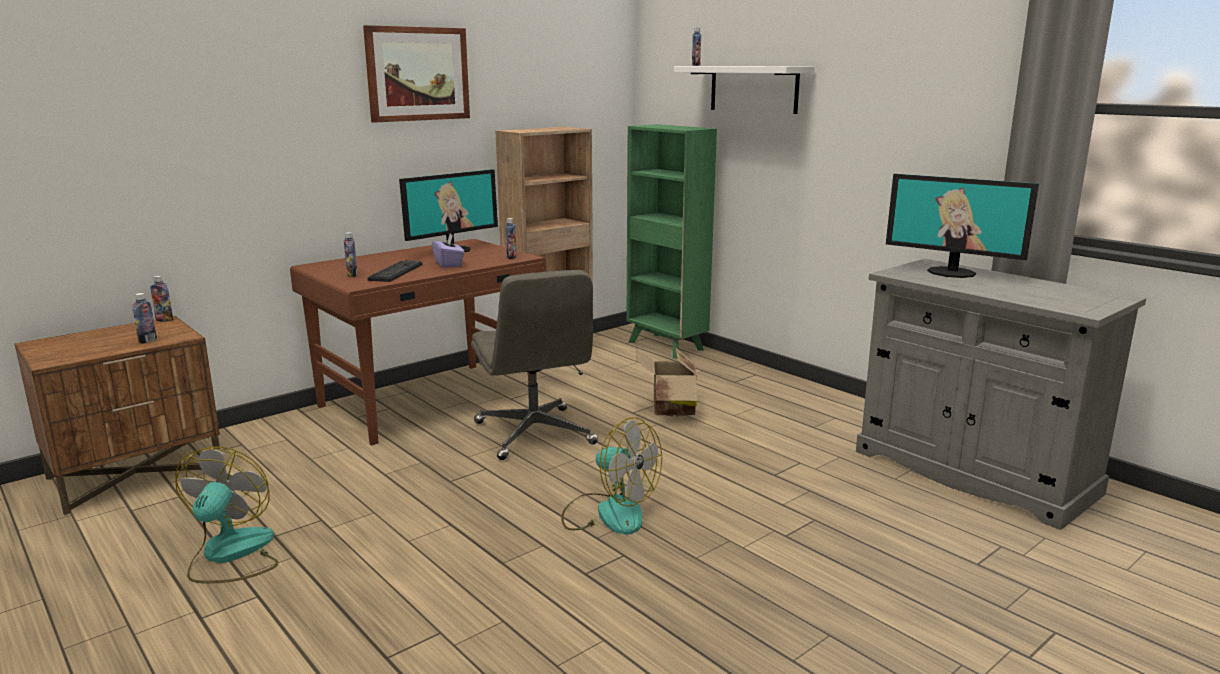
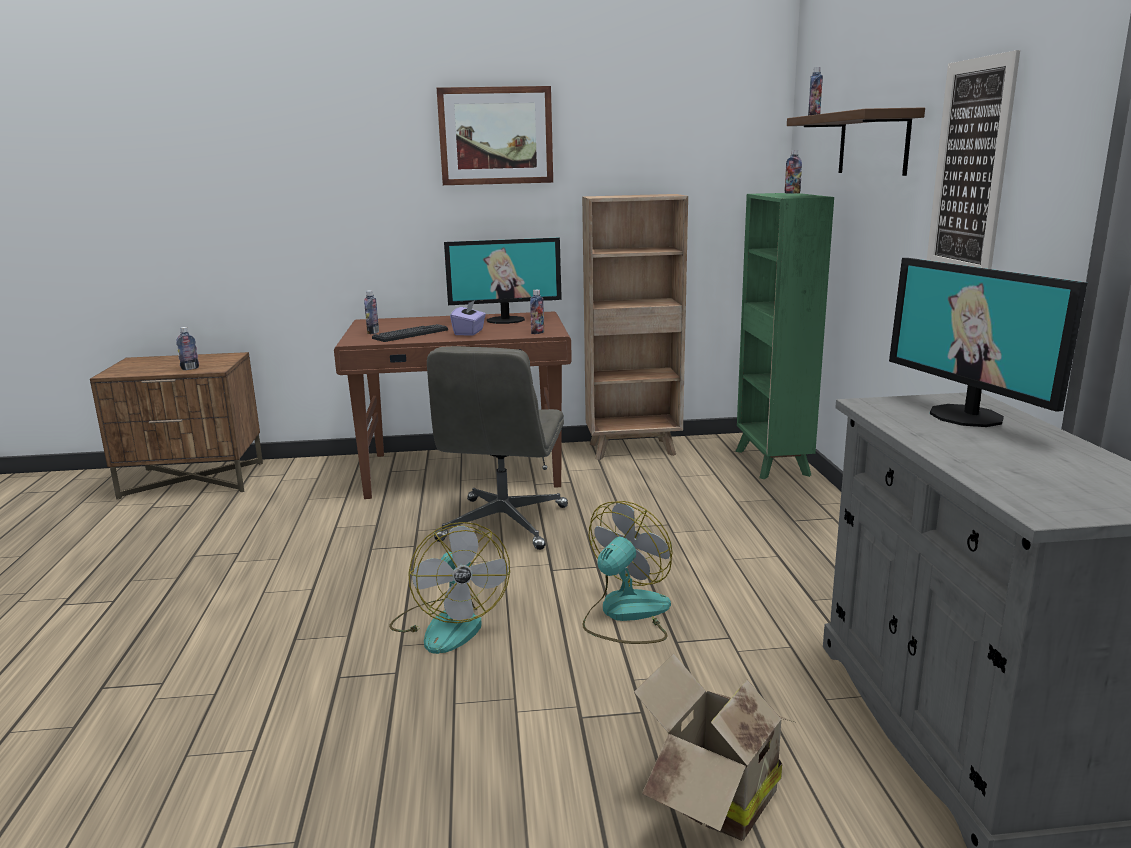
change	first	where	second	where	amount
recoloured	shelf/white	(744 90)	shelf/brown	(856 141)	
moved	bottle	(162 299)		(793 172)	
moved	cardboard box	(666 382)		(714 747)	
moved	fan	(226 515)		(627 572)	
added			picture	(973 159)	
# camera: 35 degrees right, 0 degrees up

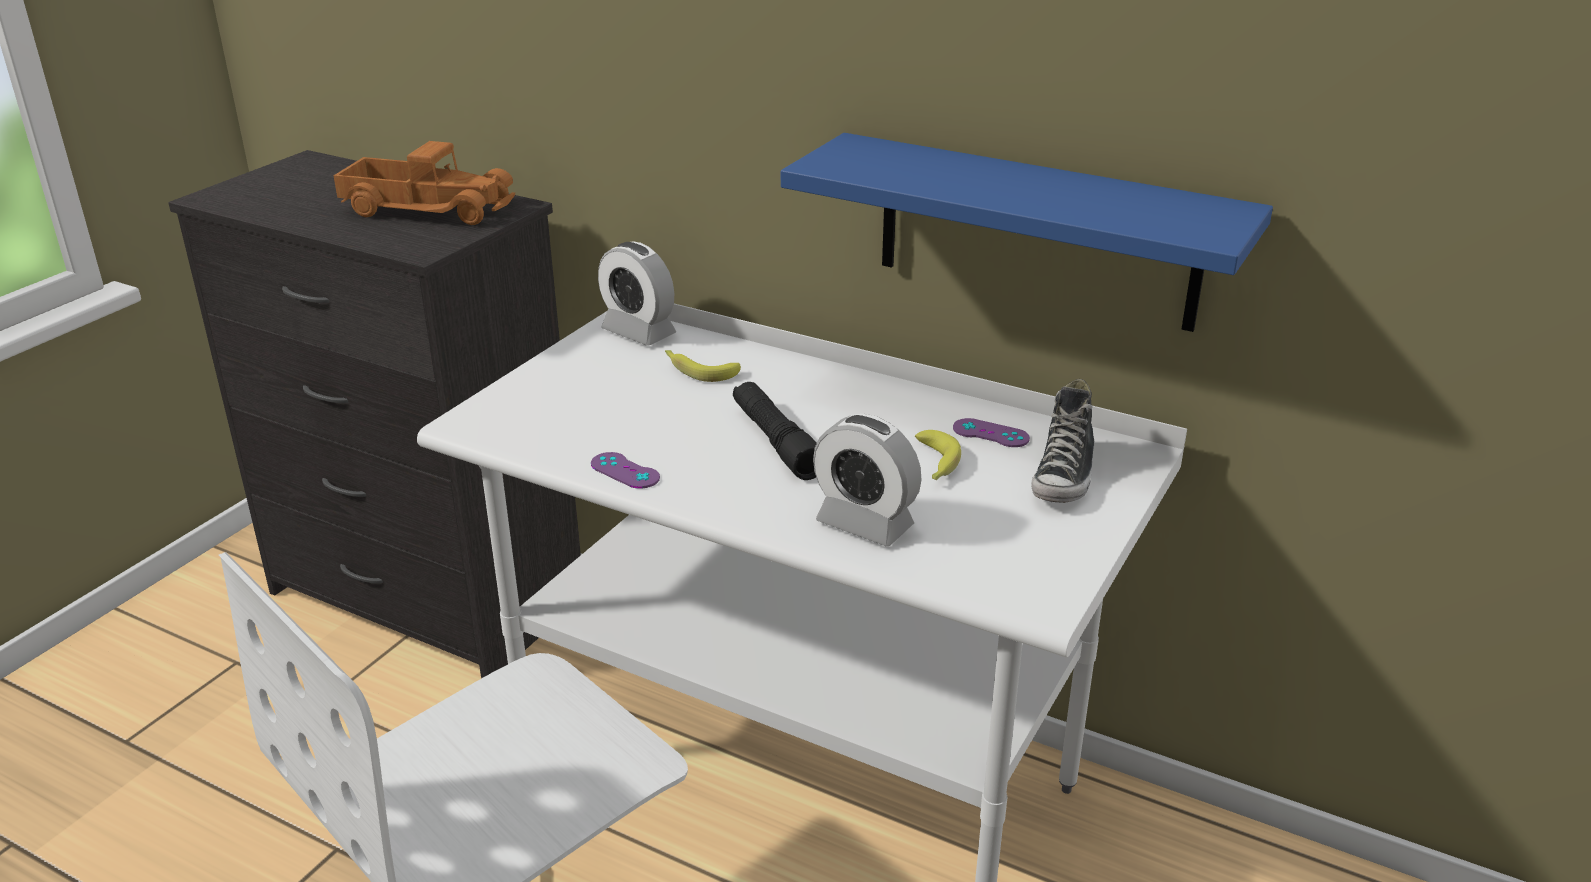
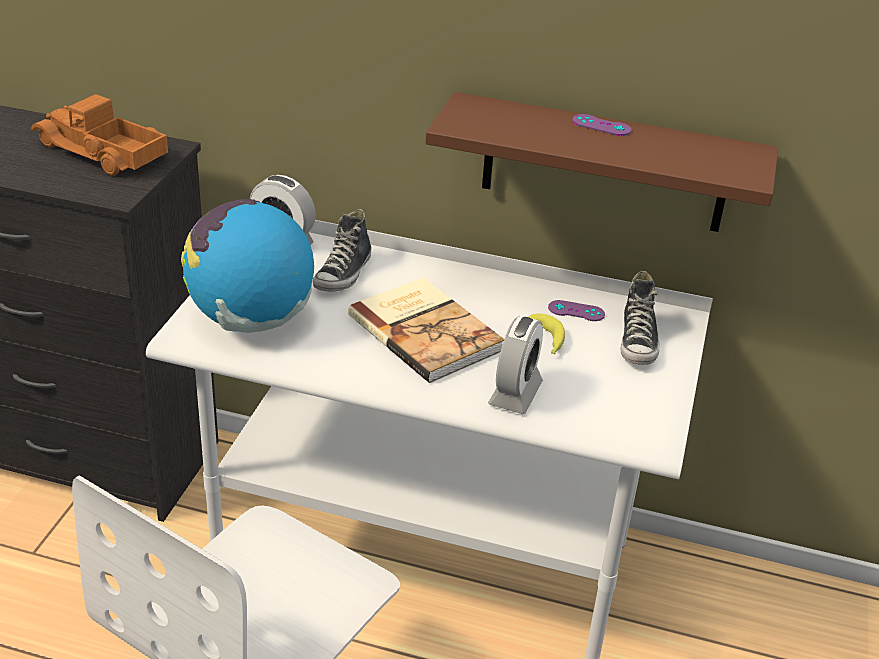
change	first	where	second	where	amount
recoloured	shelf/blue	(1027 232)	shelf/brown	(601 162)	
turned	toy truck	(424 183)		(99 135)	150 degrees counterclockwise
replaced	banana	(703 366)	shoe	(342 250)	
replaced	flashlight/black	(775 431)	book	(426 330)	
turned	alarm clock	(867 480)		(515 365)	90 degrees counterclockwise
moved	game controller/purple	(625 470)		(602 125)	
added			globe	(247 266)	
# camera: 15 degrees left, 5 degrees up

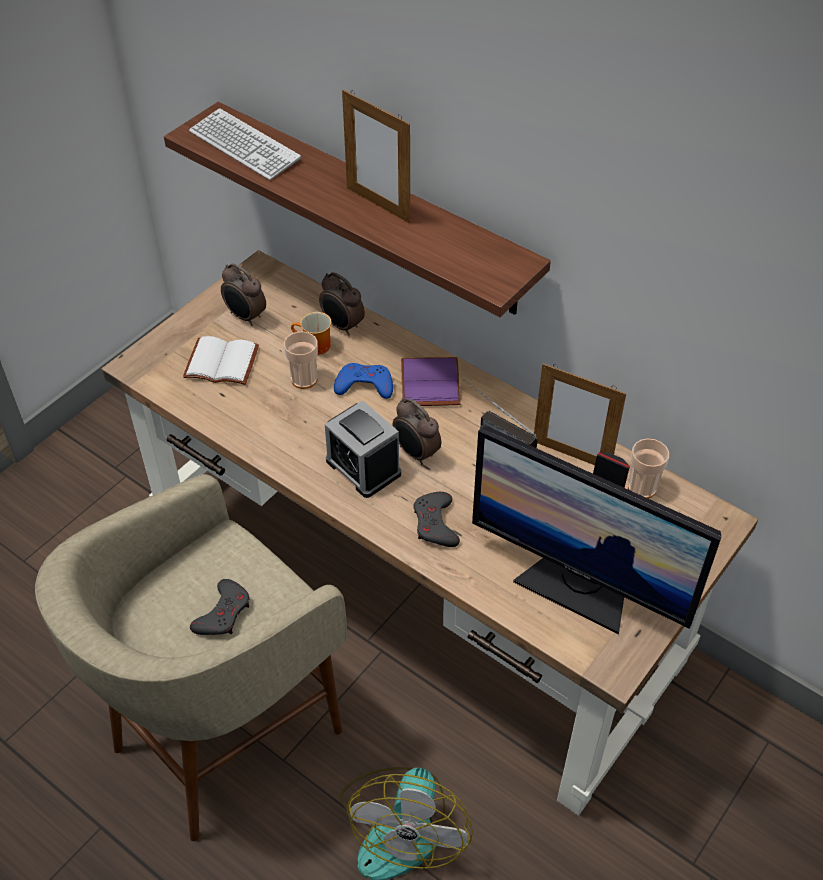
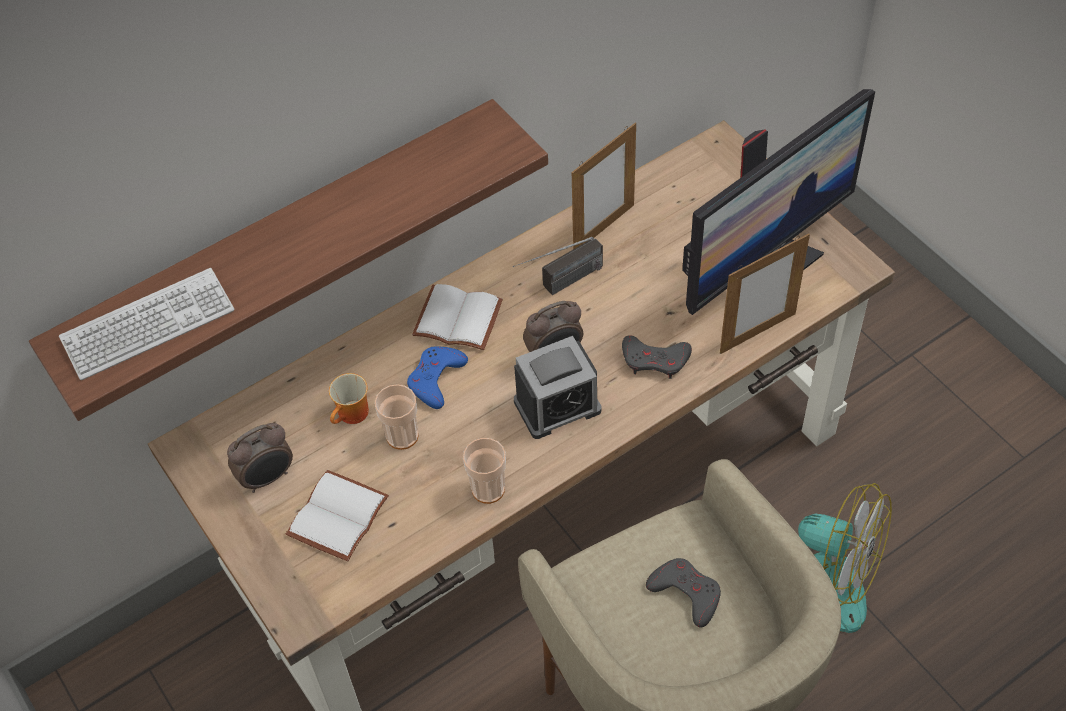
change	first	where	second	where	amount
moved	picture frame	(376 156)		(765 293)	
removed	alarm clock	(342 304)			
recoloured	book/purple	(431 381)	book/white	(457 317)	
moved	cup	(648 468)		(484 471)	
# camera: 70 degrees left, 5 degrees up

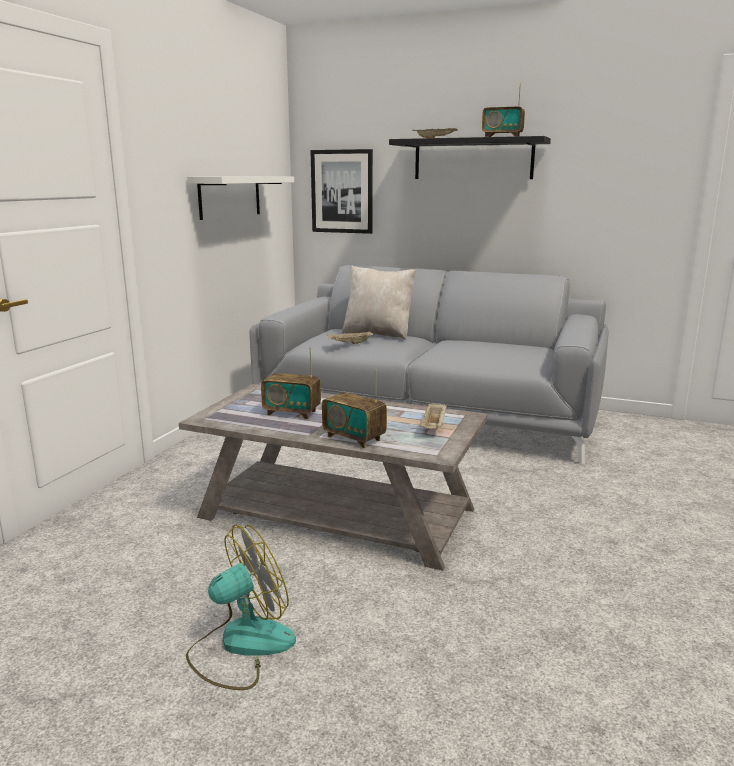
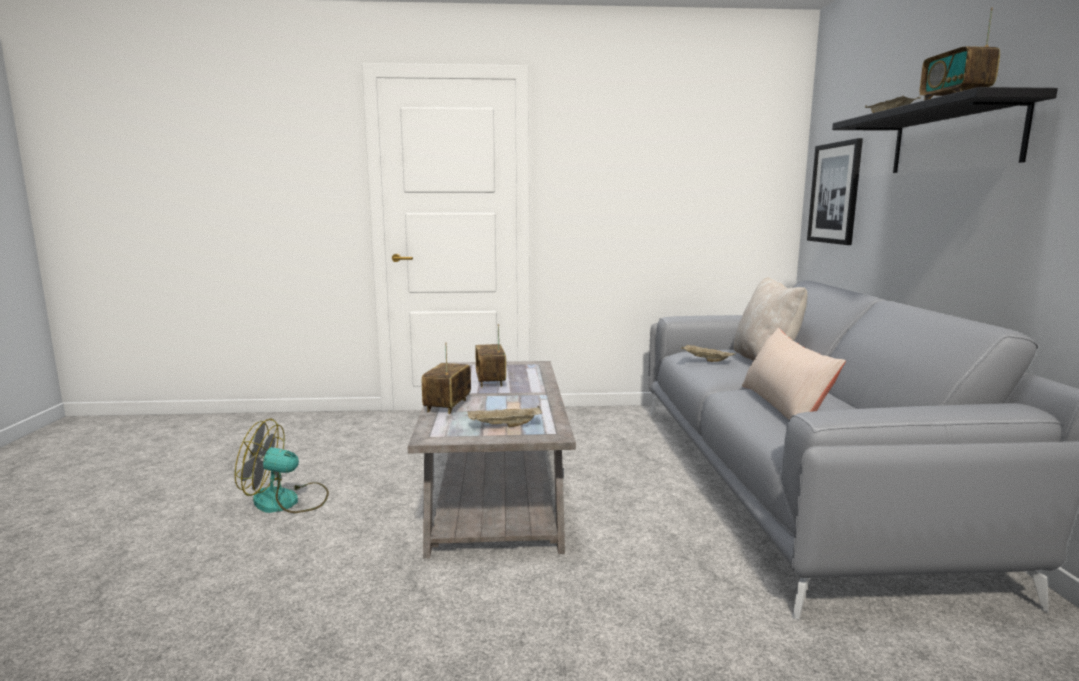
change	first	where	second	where	amount
removed	shelf/white	(240 198)			
turned	fan	(241 607)		(282 466)	150 degrees clockwise
added			pillow/beige	(794 374)	
# camera: 65 degrees right, 5 degrees down

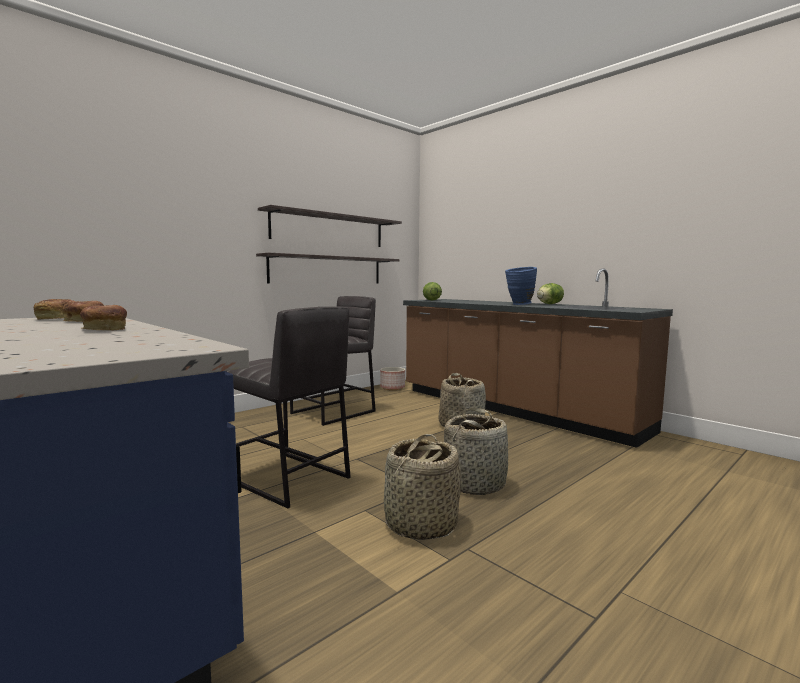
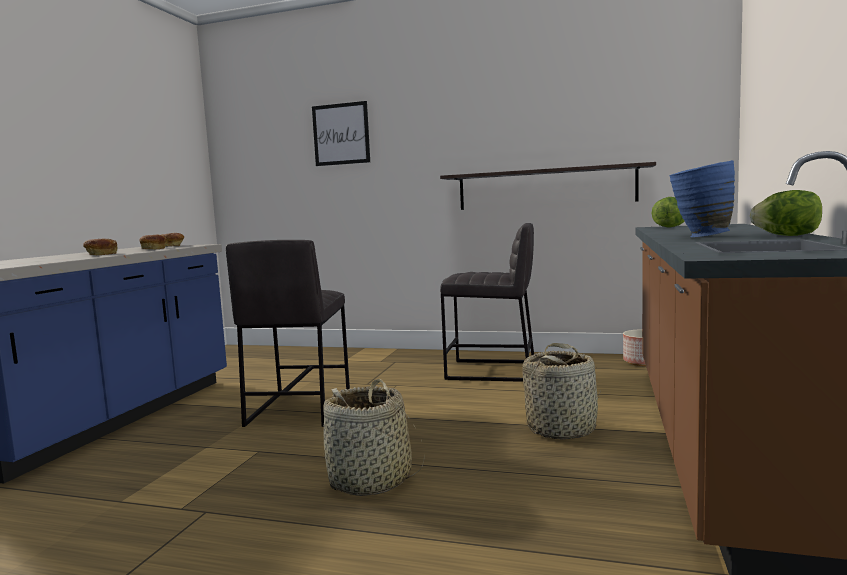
change	first	where	second	where	amount
removed	shelf	(330 226)			
removed	basket	(422 487)			
added			picture	(341 133)	
# camera: 60 degrees right, 0 degrees up

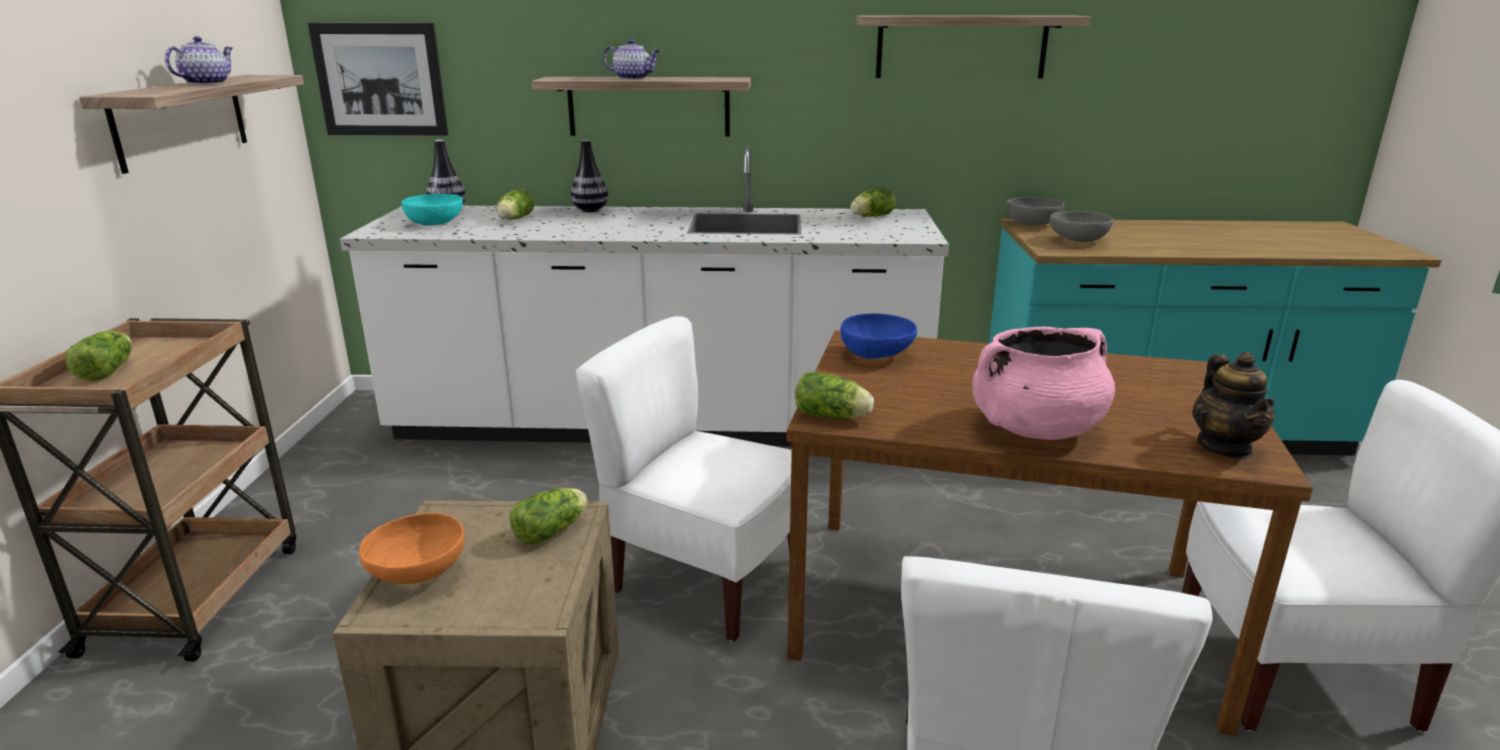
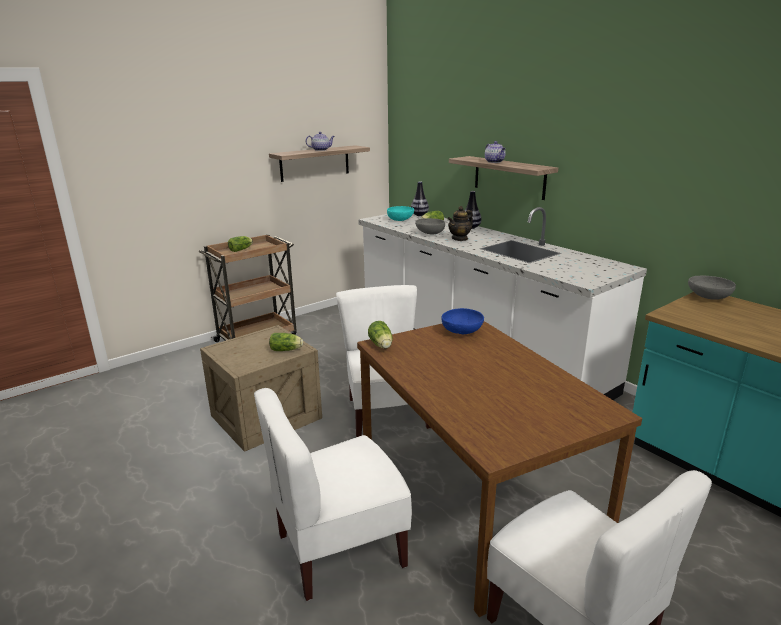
change	first	where	second	where	amount
removed	shelf	(973 47)			
removed	picture	(378 79)			
removed	lettuce	(873 202)			
moved	bowl/grey	(1081 226)		(430 226)	
removed	cooking pot/pink	(1043 383)			
moved	teapot	(1233 405)		(460 223)	
removed	bowl/orange	(412 548)			
# camera: 50 degrees right, 0 degrees up

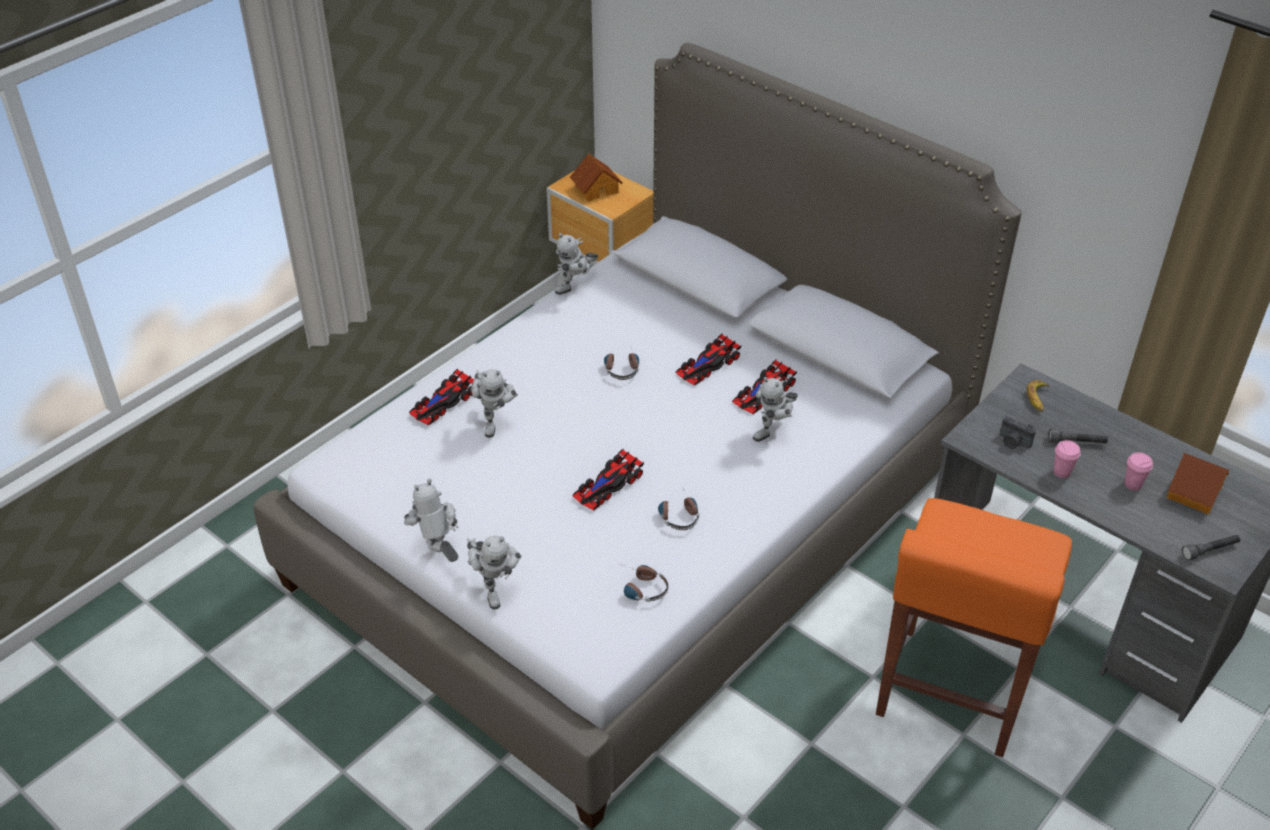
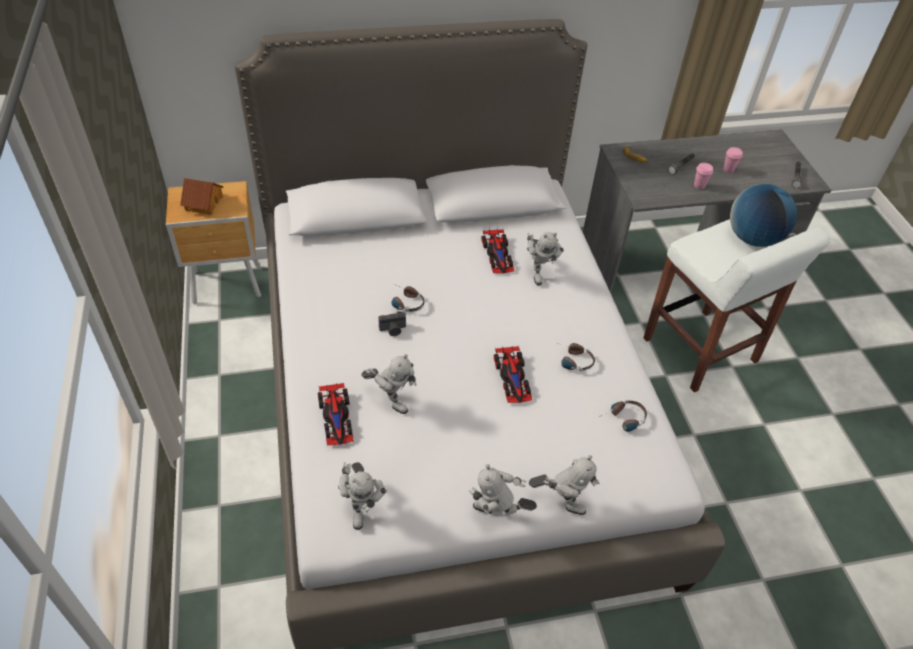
change	first	where	second	where	amount
moved	toy robot	(576 264)		(362 496)	
removed	toy car	(708 359)			
moved	photo camera	(1018 432)		(392 323)	
removed	toy house	(1198 483)			
recoloured	stool/orange	(974 627)	stool/white	(737 306)	
added			globe	(763 215)	
# camera: 55 degrees left, 5 degrees up

